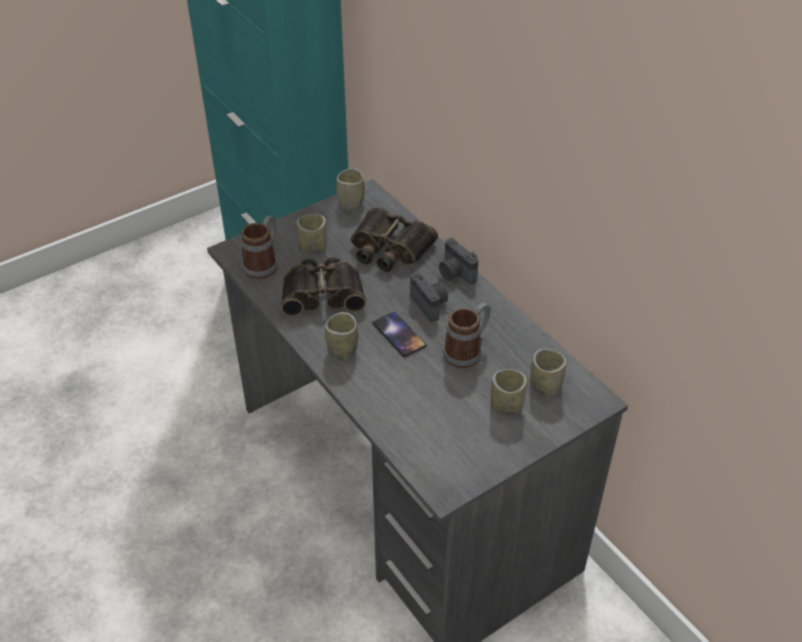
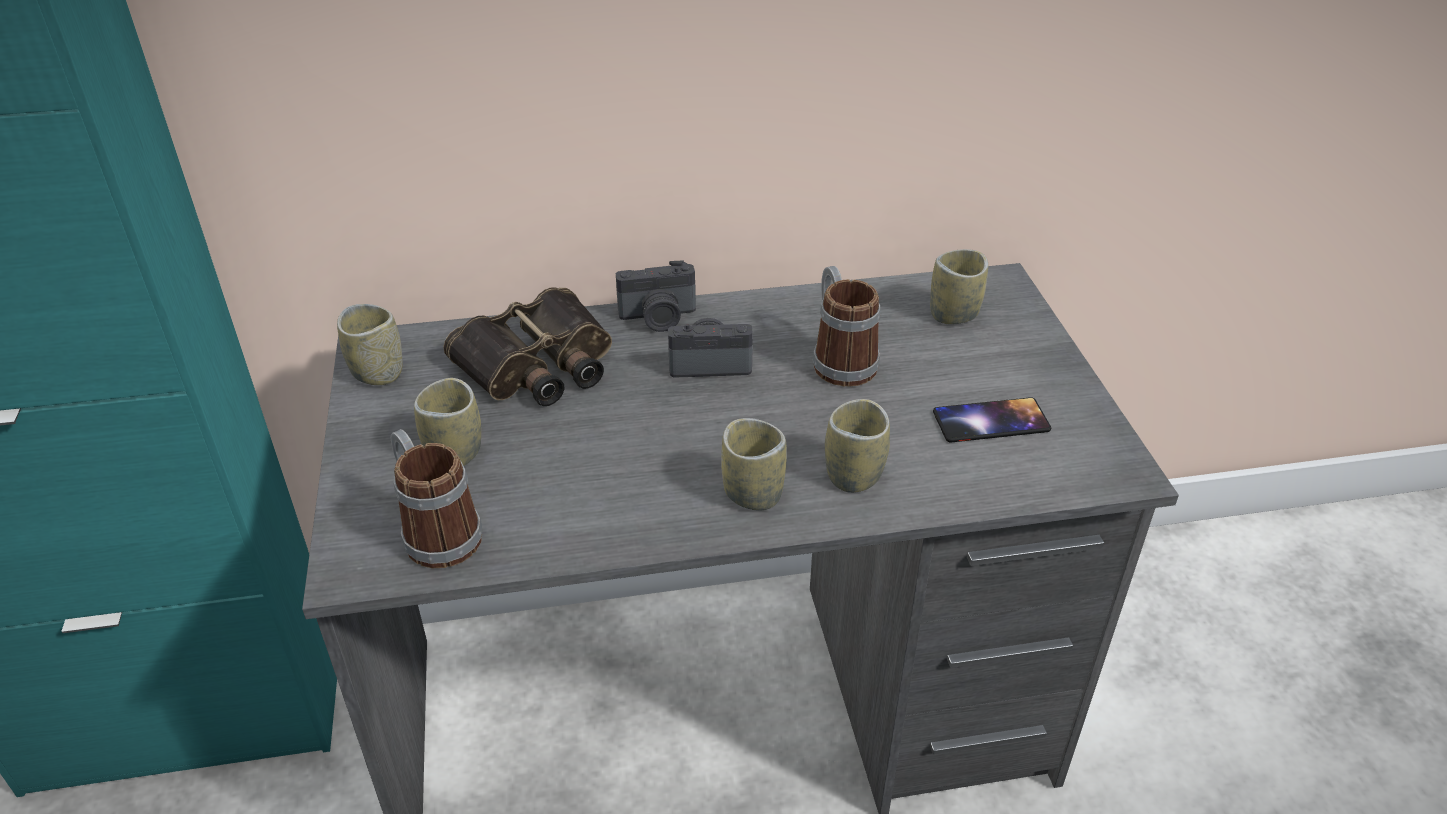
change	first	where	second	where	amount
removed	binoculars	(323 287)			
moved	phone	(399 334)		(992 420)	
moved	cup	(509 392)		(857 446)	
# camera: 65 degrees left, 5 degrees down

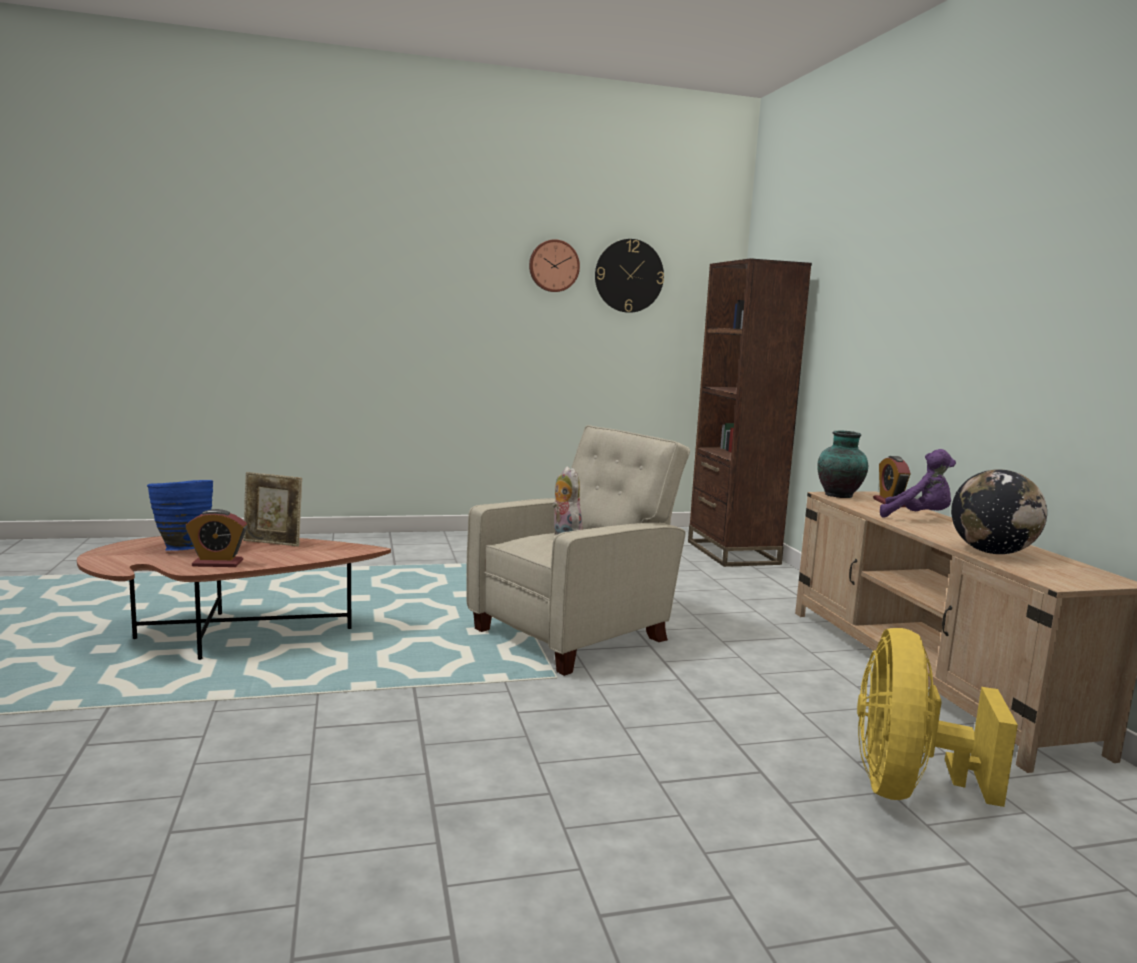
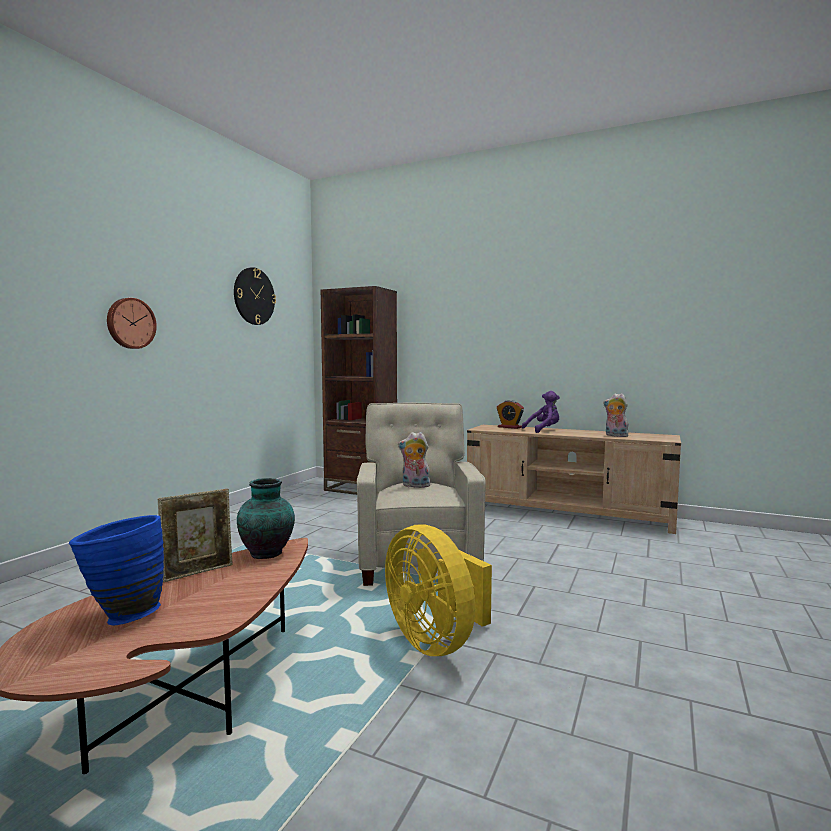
change	first	where	second	where	amount
moved	wall clock	(554 265)		(132 323)	
moved	vase	(842 464)		(266 518)	
replaced	globe	(999 511)	plush toy	(616 415)	
removed	alarm clock	(216 538)			
moved	fan/yellow	(937 717)		(438 590)	
# camera: 50 degrees left, 5 degrees down

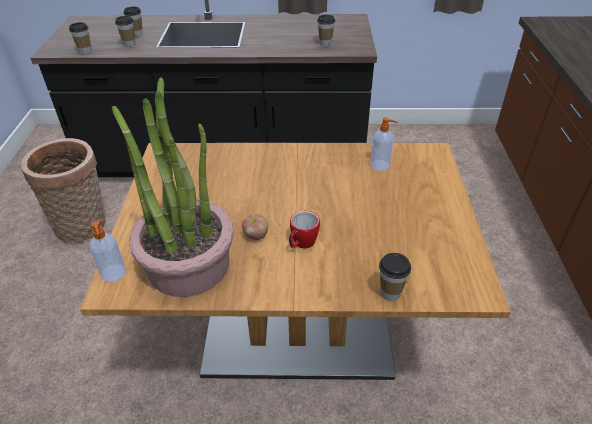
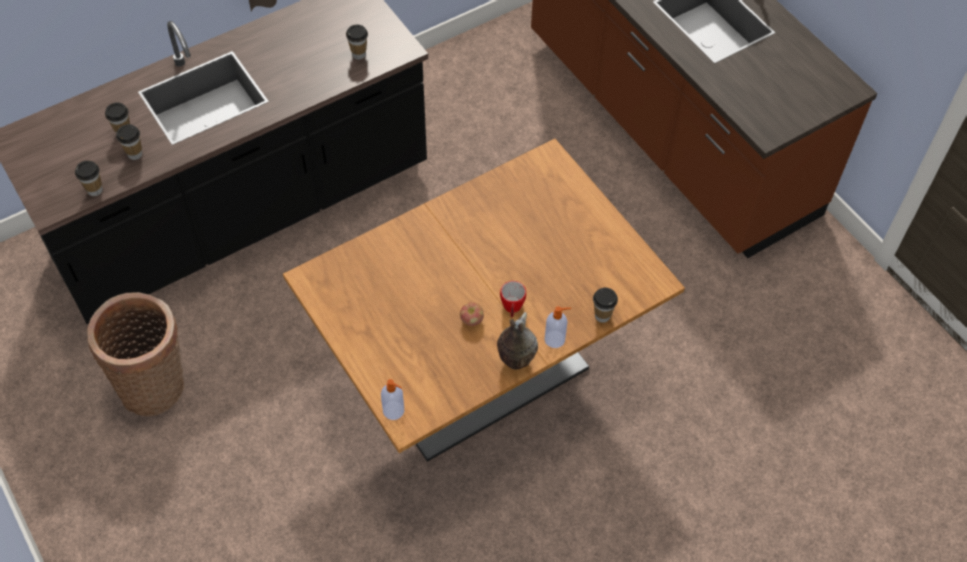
change	first	where	second	where	amount
removed	potted plant	(173 187)			
moved	soap dispenser	(384 144)		(558 327)	
added			vase	(517 340)	
# camera: 35 degrees left, 15 degrees up

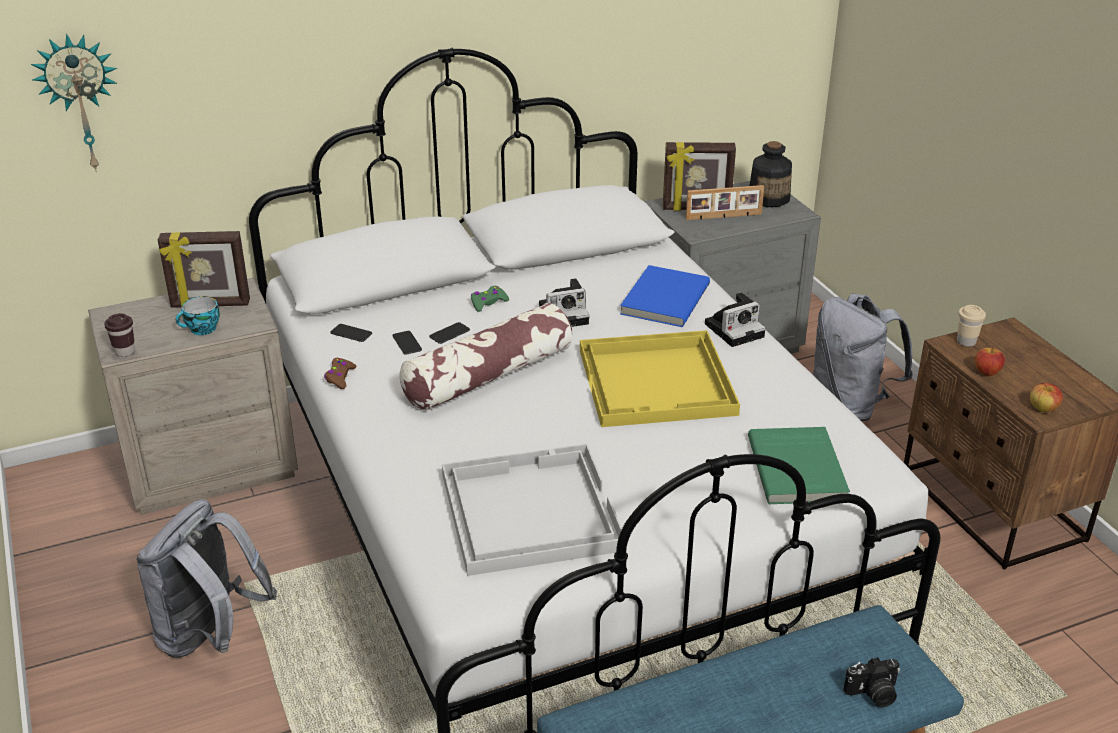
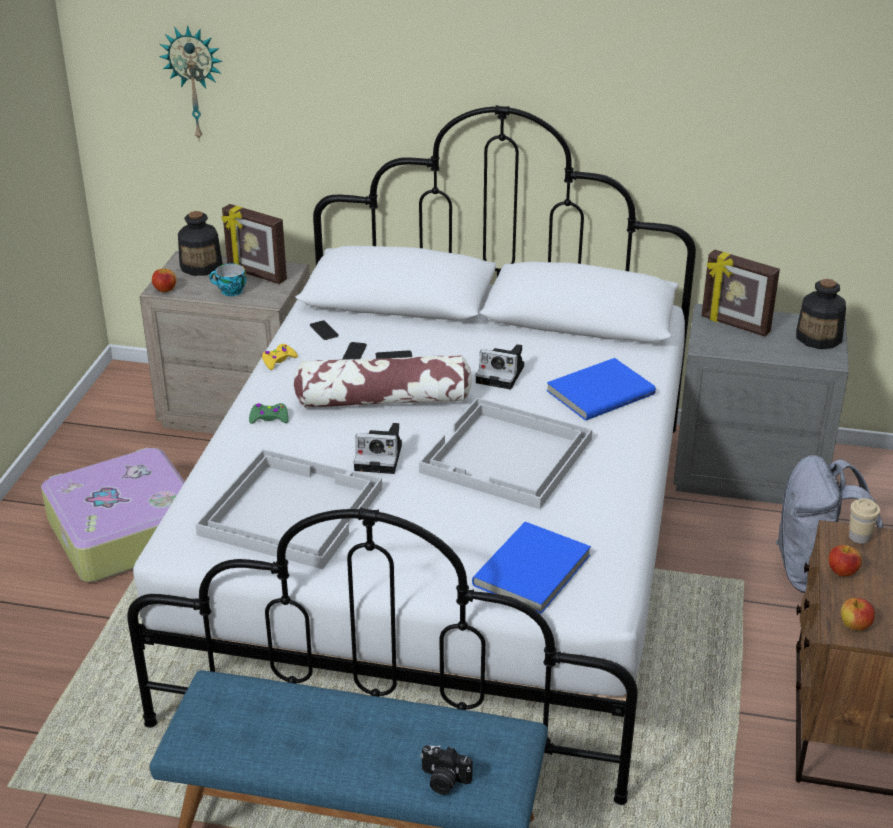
change	first	where	second	where	amount
removed	picture frame	(725 202)			
moved	game controller/green	(490 299)		(269 413)	
moved	photo camera	(735 319)		(378 448)	
replaced	cup/brown	(119 335)	apple	(164 280)	
recoloured	tray/yellow	(660 378)	tray/white	(505 453)	
recoloured	game controller/brown	(340 373)	game controller/yellow	(279 357)	
recoloured	book/green	(799 465)	book/blue	(531 568)	
replaced	backpack/grey	(207 578)	suitcase	(113 514)	
added			bottle	(200 243)	
# camera: 35 degrees right, 0 degrees up

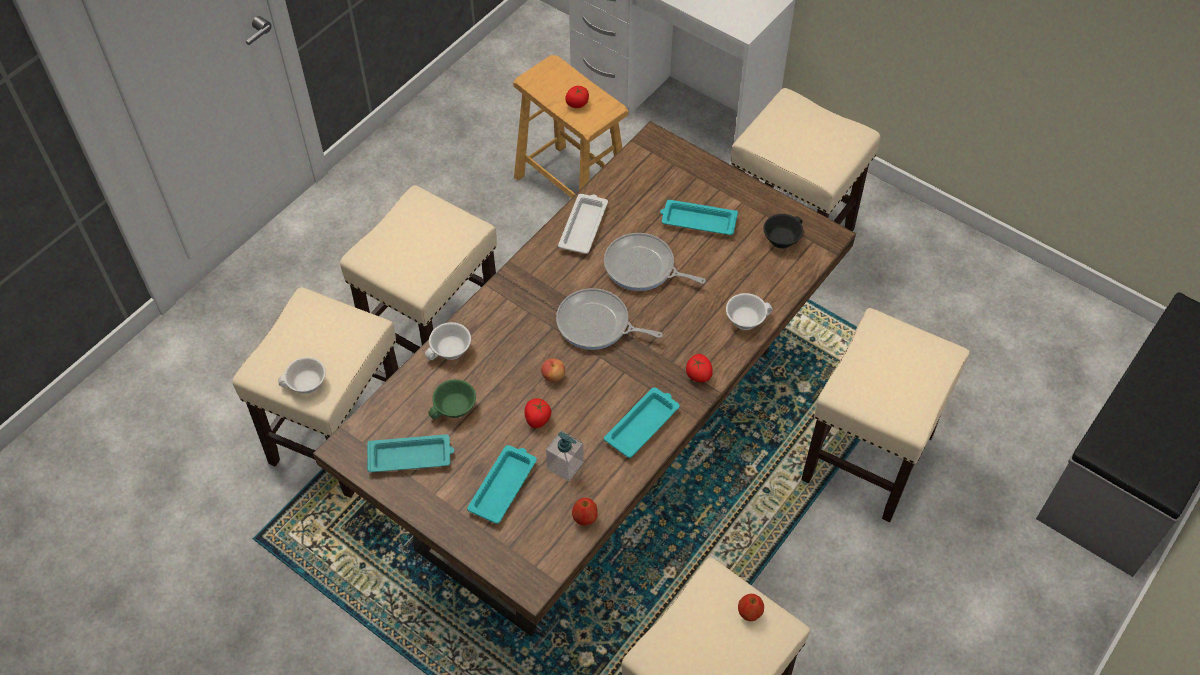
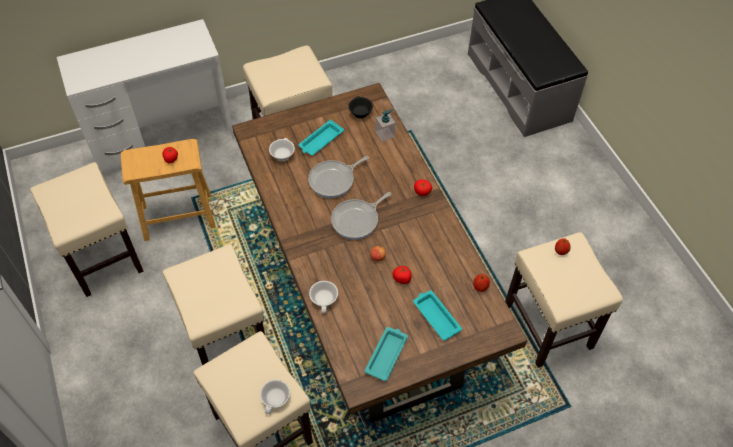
change	first	where	second	where	amount
removed	tray/white	(583 224)			
moved	cup/white	(749 311)		(282 149)	
moved	stool/beige	(885 415)		(87 229)	
removed	cup/green	(452 399)			
removed	tray/turquoise	(642 422)			
moved	soap dispenser	(565 455)		(385 125)	
# camera: 60 degrees left, 0 degrees up

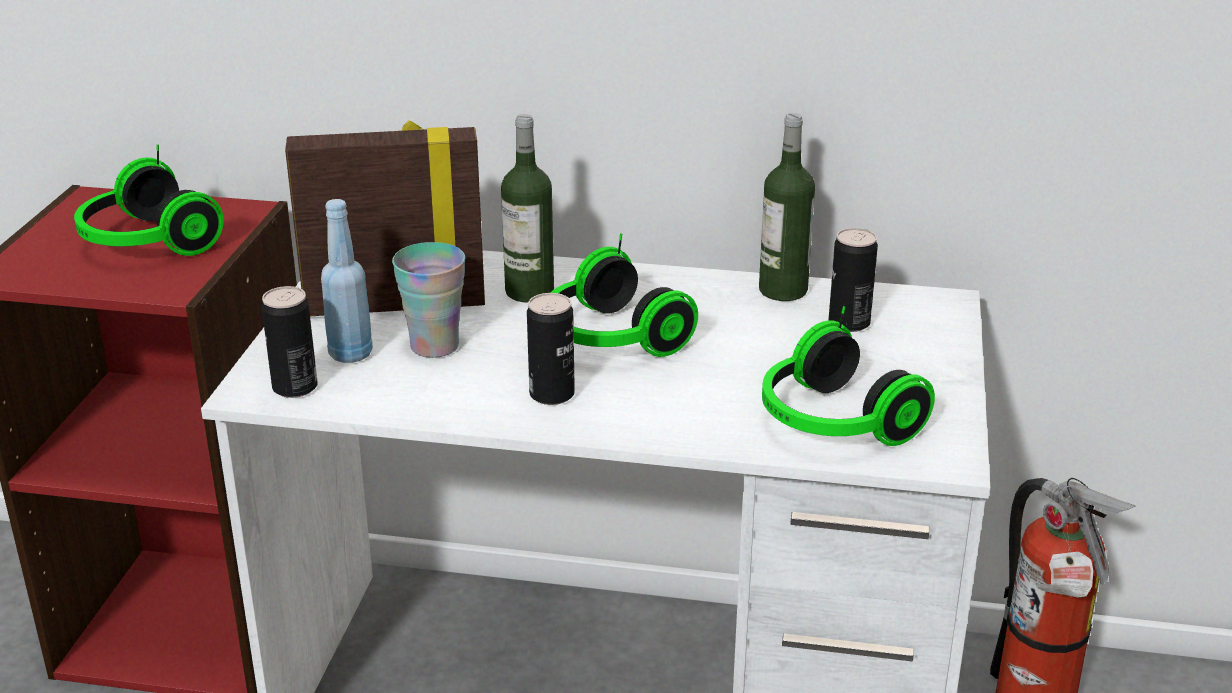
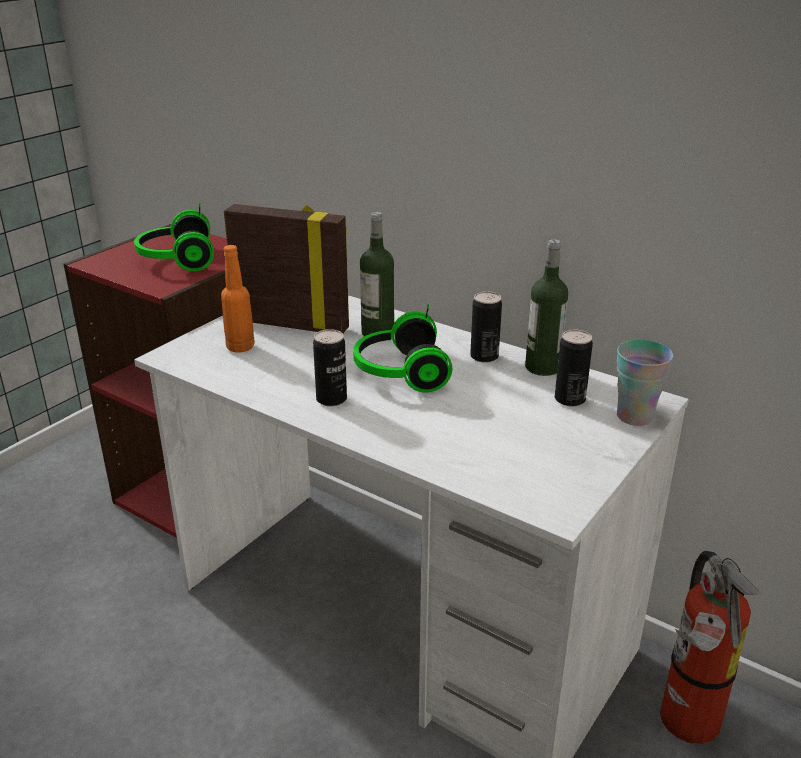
change	first	where	second	where	amount
recoloured	bottle/blue	(347 281)	bottle/orange	(238 298)	
moved	cup	(428 300)		(645 383)	
moved	can	(290 342)		(486 327)	
removed	headphones	(848 376)			
# camera: 25 degrees right, 0 degrees up

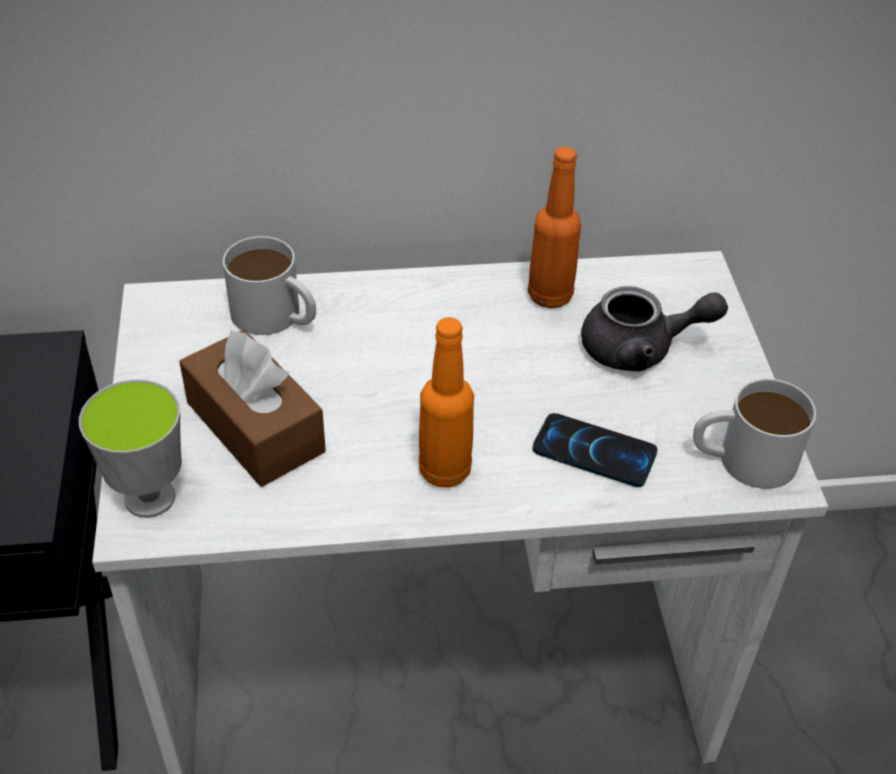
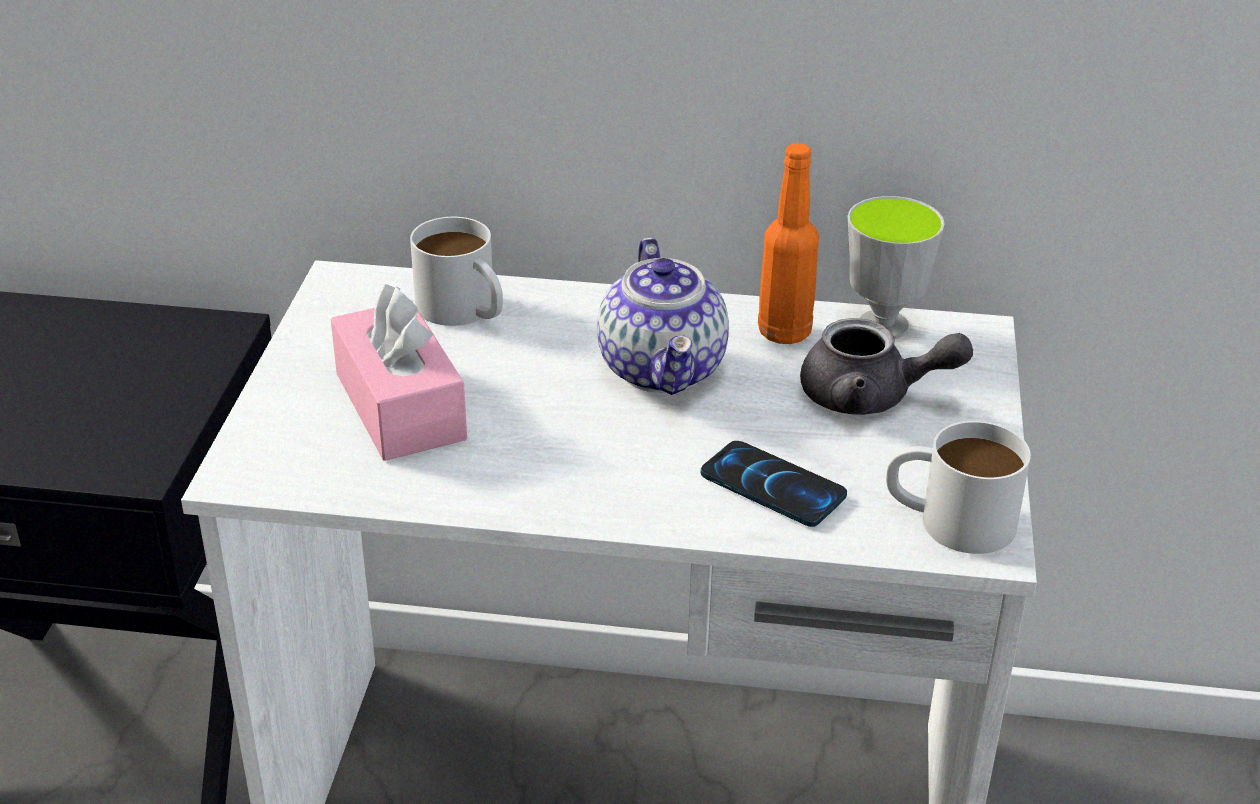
change	first	where	second	where	amount
removed	bottle/orange	(446 402)			
recoloured	tissue box/brown	(252 408)	tissue box/pink	(399 372)	
moved	cup	(130 448)		(896 267)	
added			teapot	(663 316)	
# camera: 15 degrees right, 10 degrees down

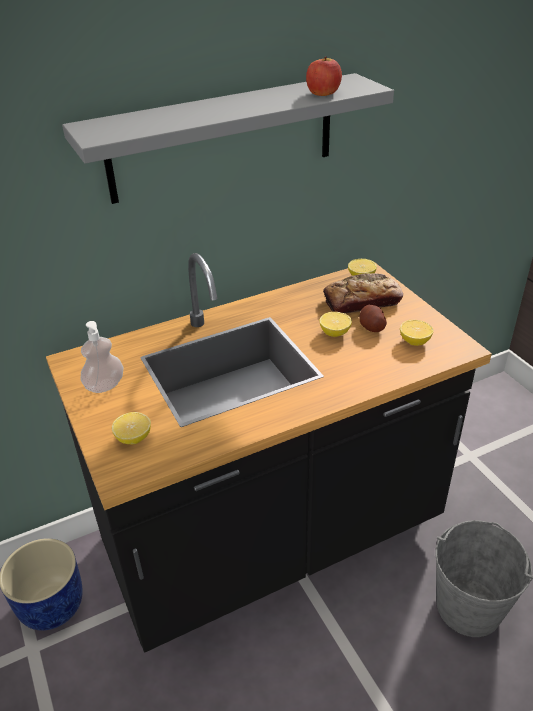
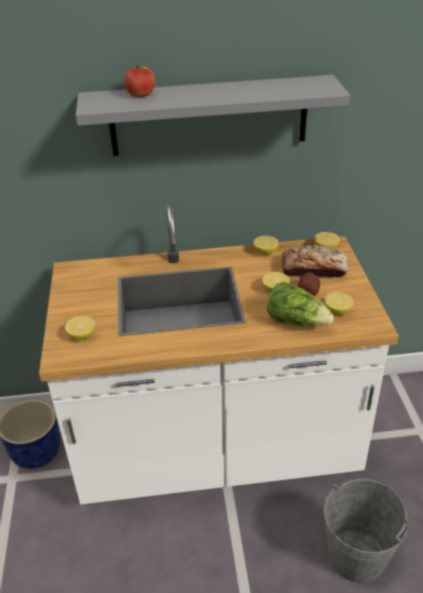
change	first	where	second	where	amount
moved	apple	(324 76)		(139 81)	
recoloured	counter/black	(269 452)	counter/white	(219 354)	
removed	soap dispenser	(102 357)			
added			lemon	(266 245)	
added			lettuce	(300 304)	
# camera: 20 degrees right, 0 degrees up

